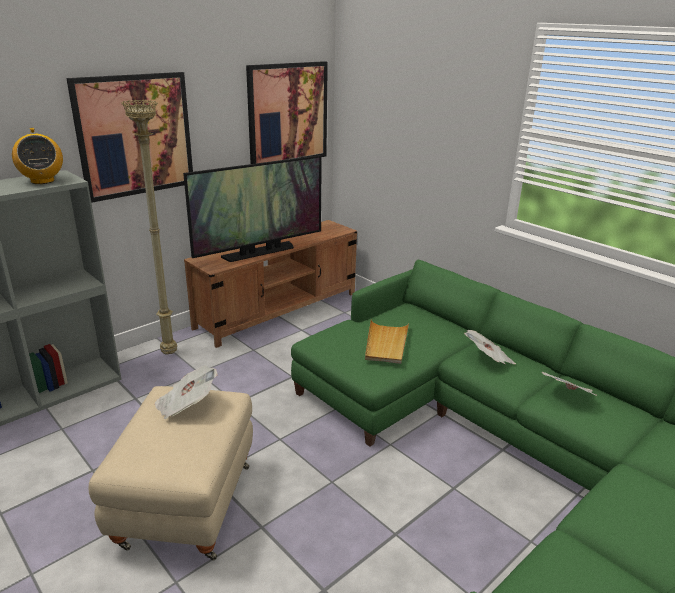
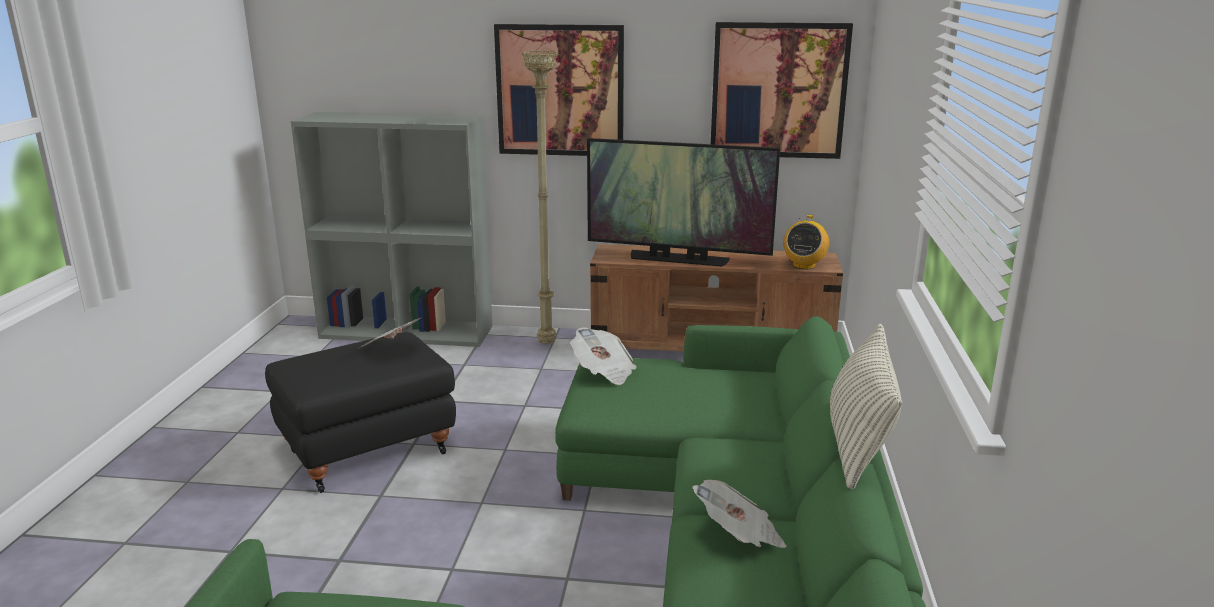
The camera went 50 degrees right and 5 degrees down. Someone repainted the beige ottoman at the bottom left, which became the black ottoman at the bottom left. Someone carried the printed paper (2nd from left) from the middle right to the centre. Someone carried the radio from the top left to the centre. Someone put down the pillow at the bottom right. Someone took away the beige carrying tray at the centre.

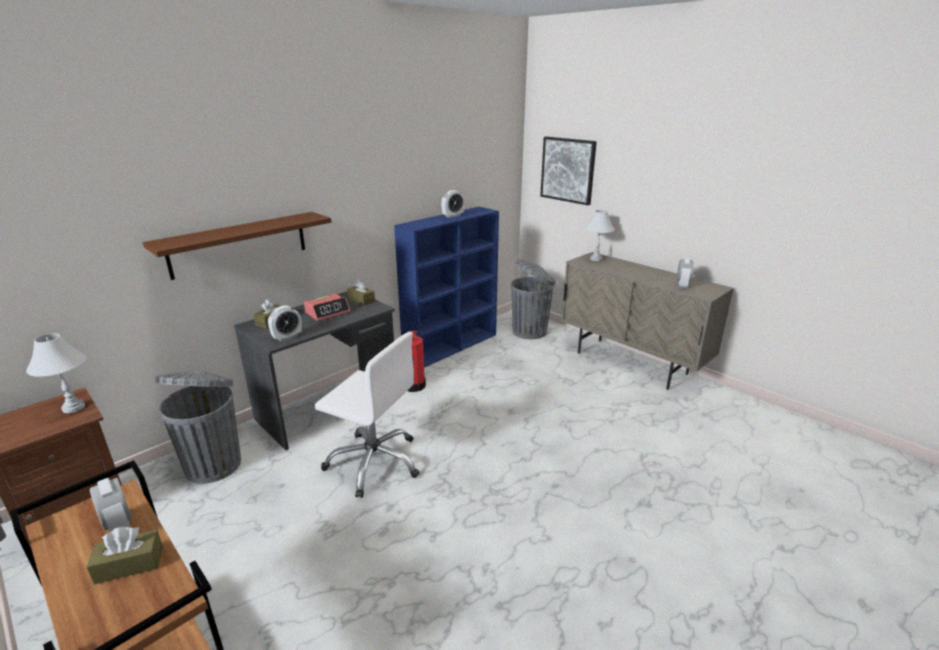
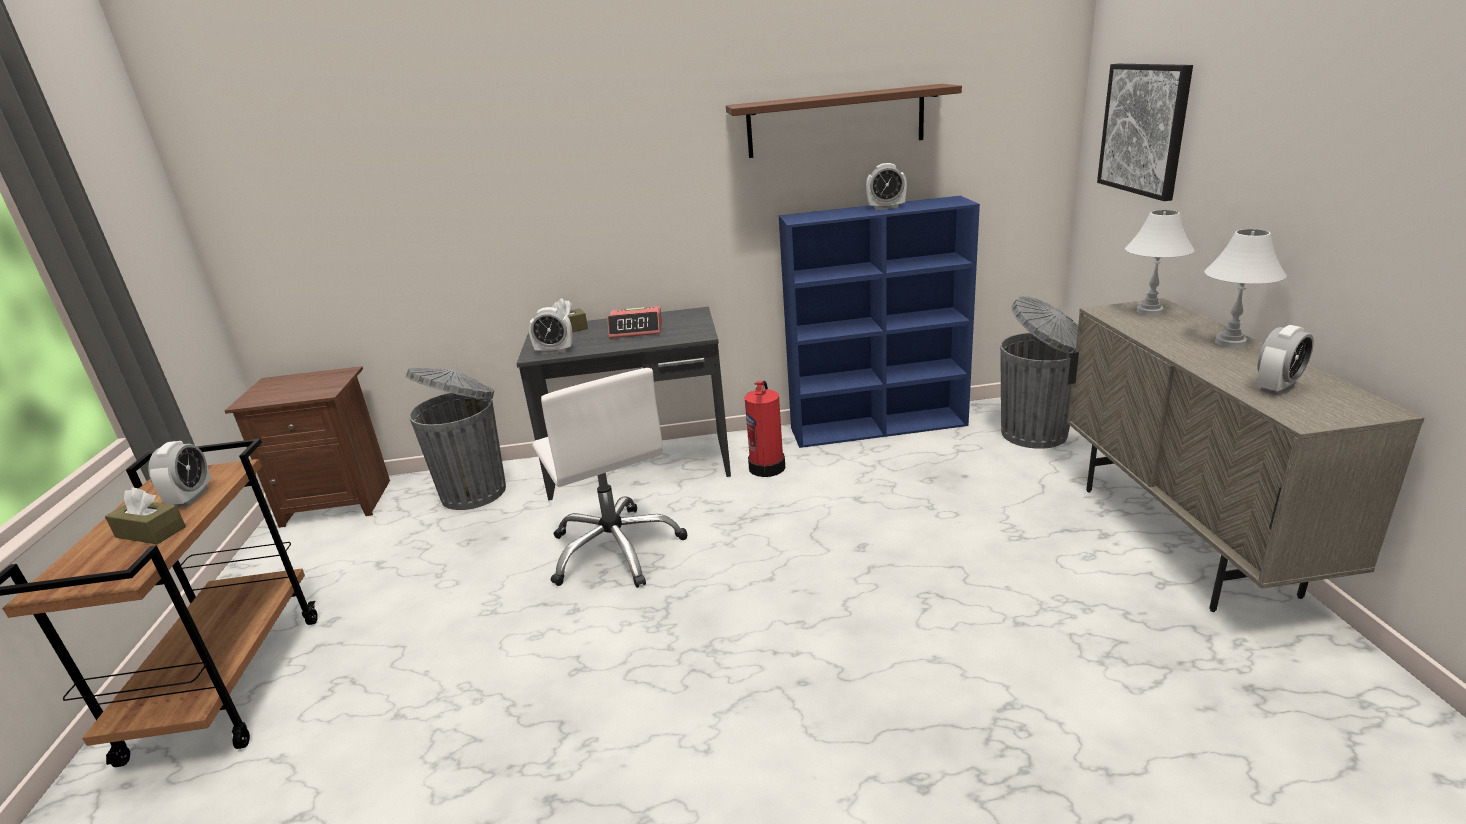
The camera went 40 degrees right and 0 degrees up. Someone carried the brown-coloured bracket shelf from the middle left to the top centre. Someone carried the white-coloured table lamp (1st from left in the first image) from the middle left to the middle right. Someone took away the brown-coloured tissue holder (3rd from left) at the centre.

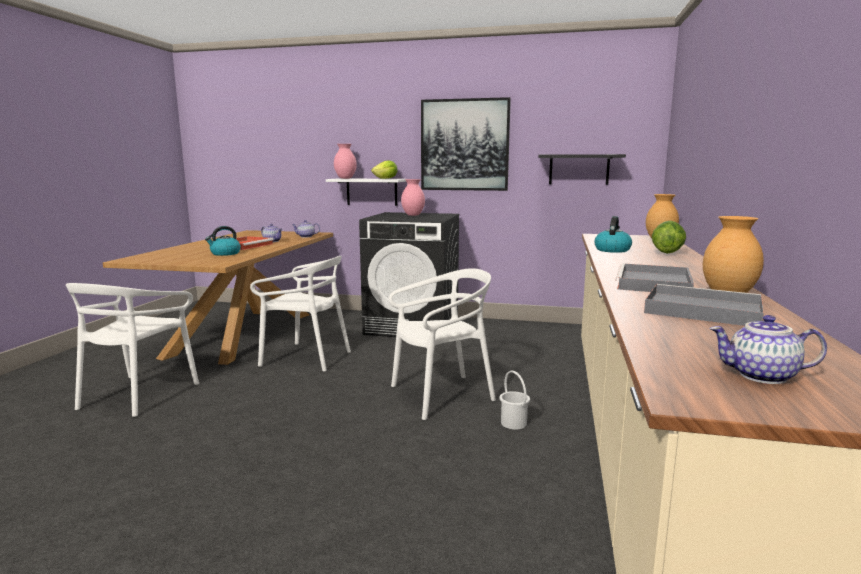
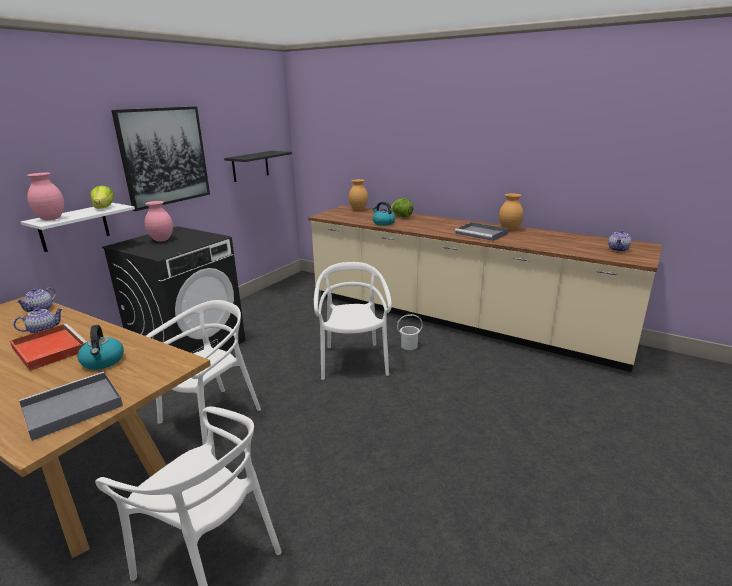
The camera went 70 degrees left and 10 degrees up. Someone carried the greyish carrying tray (2nd from left in the first image) from the middle right to the bottom left.

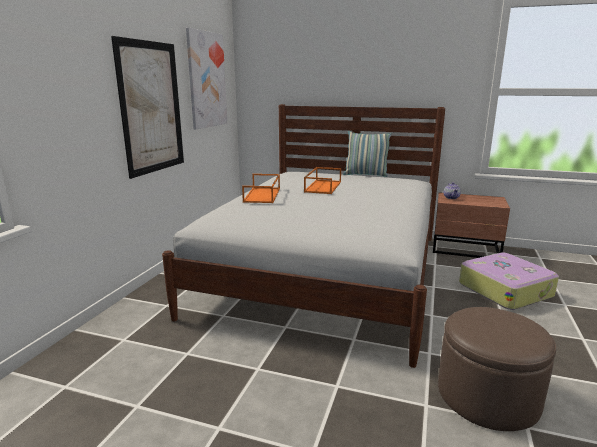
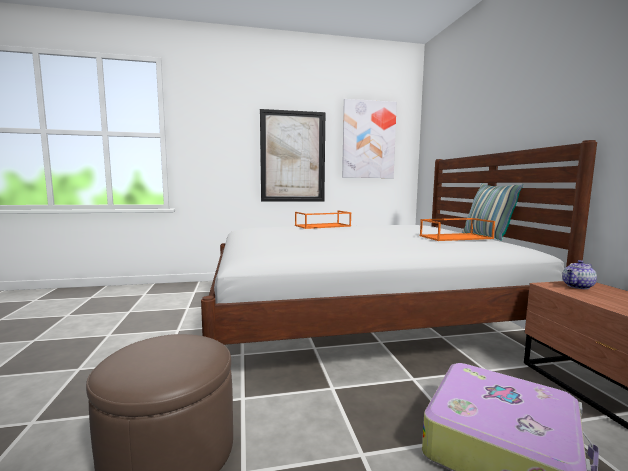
The camera went 60 degrees right and 10 degrees down. Someone carried the orangey carrying tray (2nd from left) from the centre to the middle right.

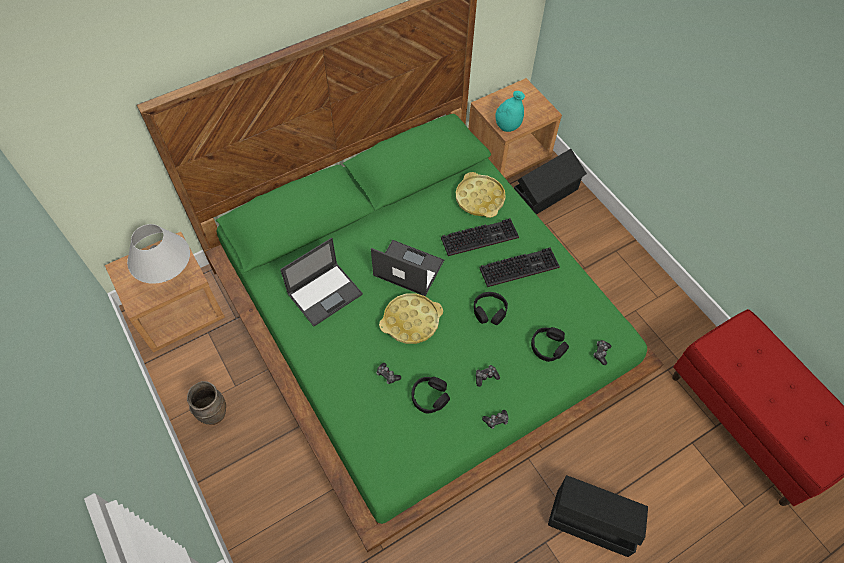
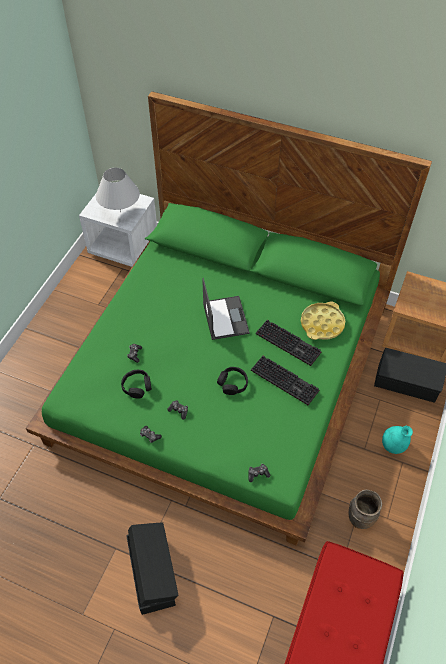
The camera went 55 degrees right and 5 degrees down. Someone repainted the brown-coloured night table (1st from left) at the middle left, which became the white-coloured night table at the middle left. Someone carried the brown-coloured vase from the bottom left to the bottom right. Someone carried the turquoise vase from the top centre to the middle right. Someone took away the notebook computer (1st from left) at the centre. Someone took away the yellowish carrying tray (1st from left) at the centre. Someone took away the black headphones (3rd from left) at the centre.

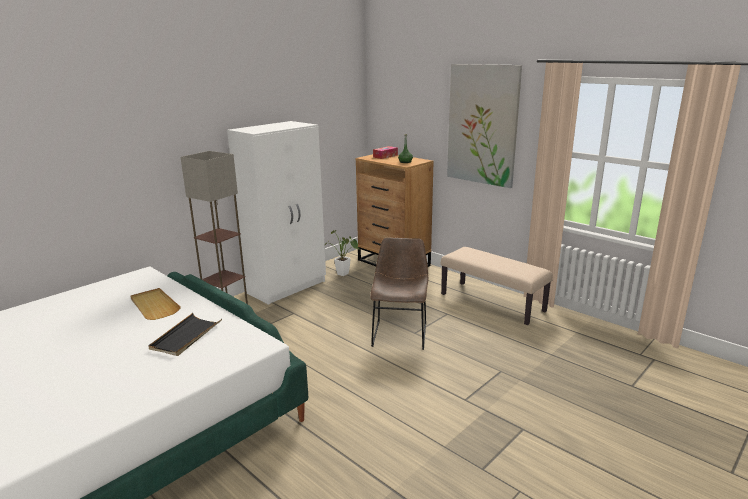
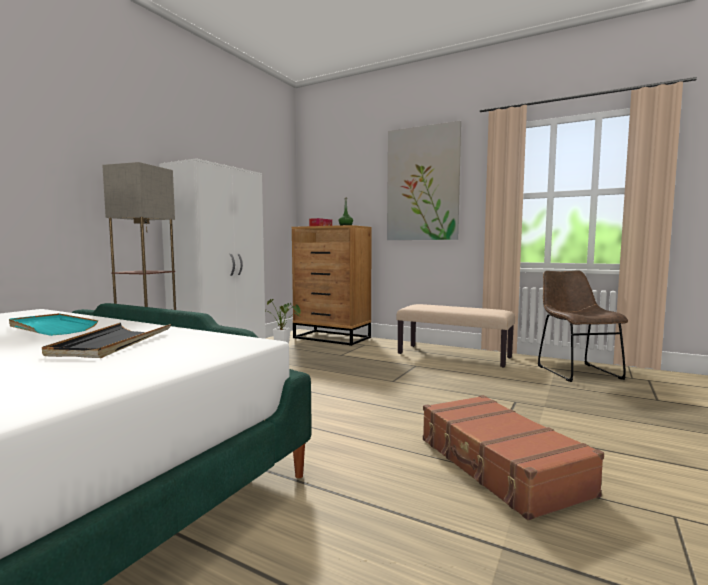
The camera went 15 degrees left and 15 degrees down. Someone repainted the beige carrying tray at the middle left, which became the turquoise carrying tray at the middle left. Someone put down the brown-coloured suitcase at the bottom right. Someone carried the brown-coloured upright chair from the centre to the middle right.

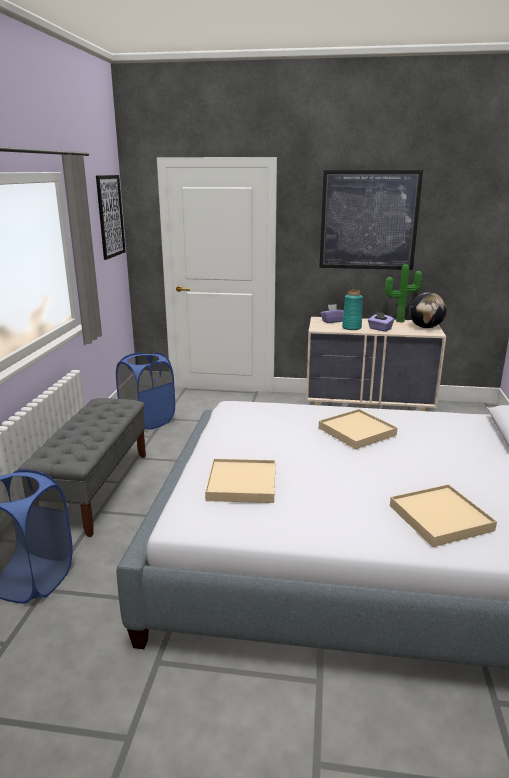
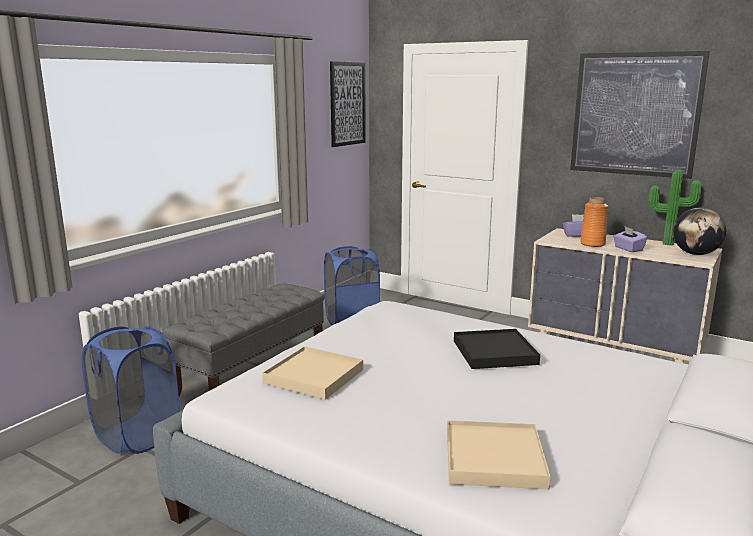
The camera went 25 degrees right and 5 degrees down. Someone repainted the beige carrying tray (2nd from left) at the middle right, which became the black carrying tray at the centre. Someone repainted the turquoise vase at the middle right, which became the orangey vase at the middle right.

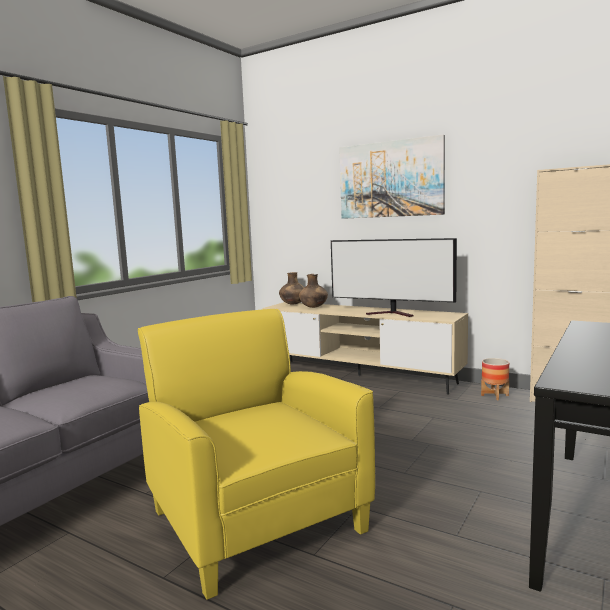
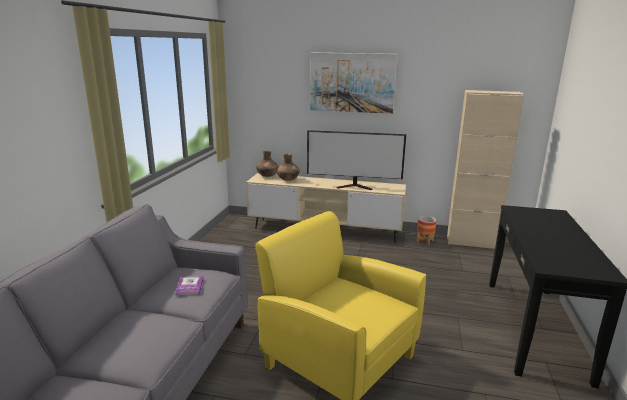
The camera went 20 degrees left and 10 degrees up. Someone put down the volume at the bottom left.

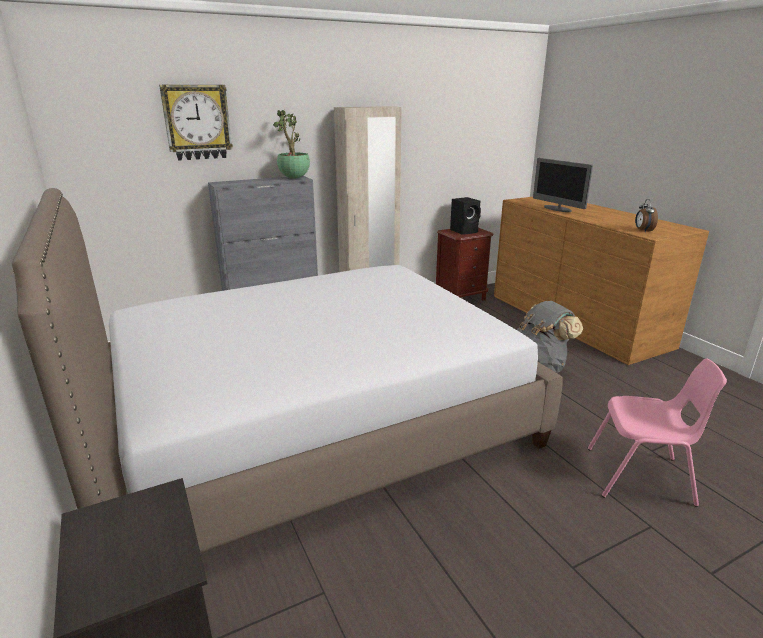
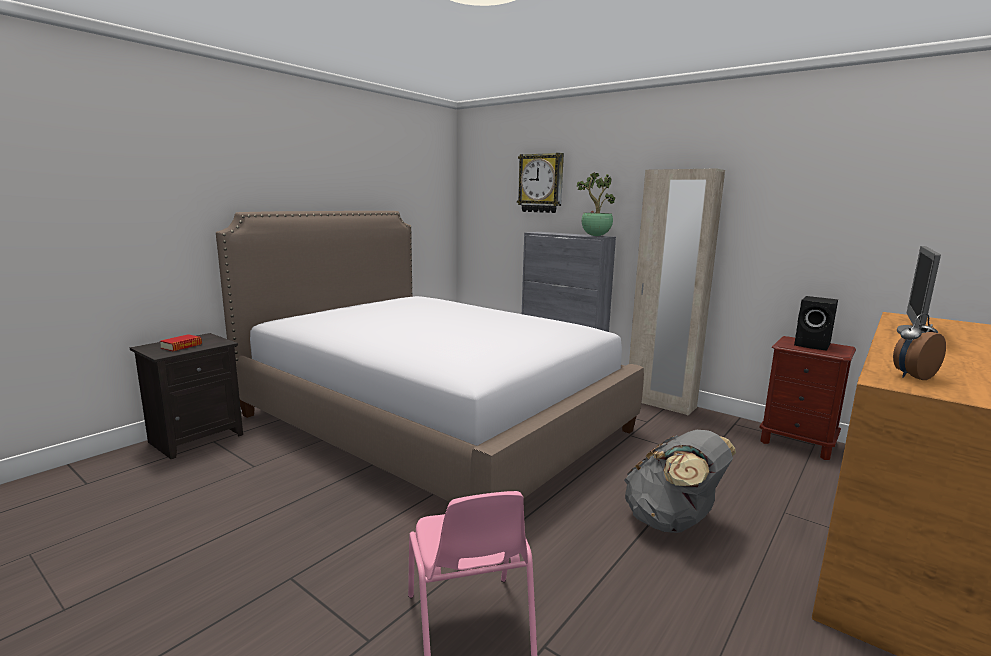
The camera went 65 degrees right and 10 degrees down. Someone put down the volume at the middle left.

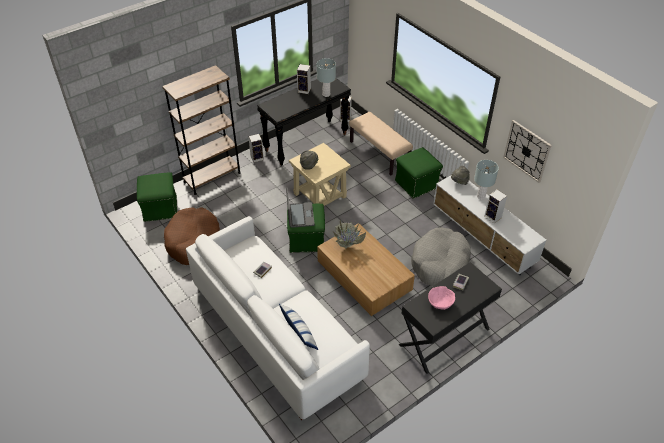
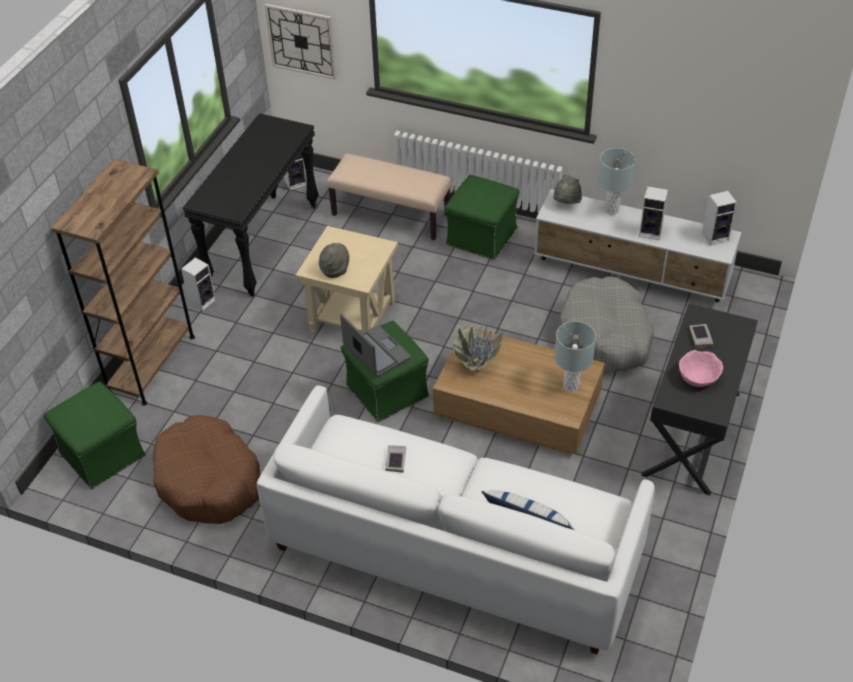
The camera went 30 degrees left and 0 degrees up. Someone carried the wall clock from the middle right to the top centre. Someone carried the greyish table lamp (1st from left) from the top centre to the middle right. Someone carried the loudspeaker (2nd from left in the first image) from the top centre to the top right.

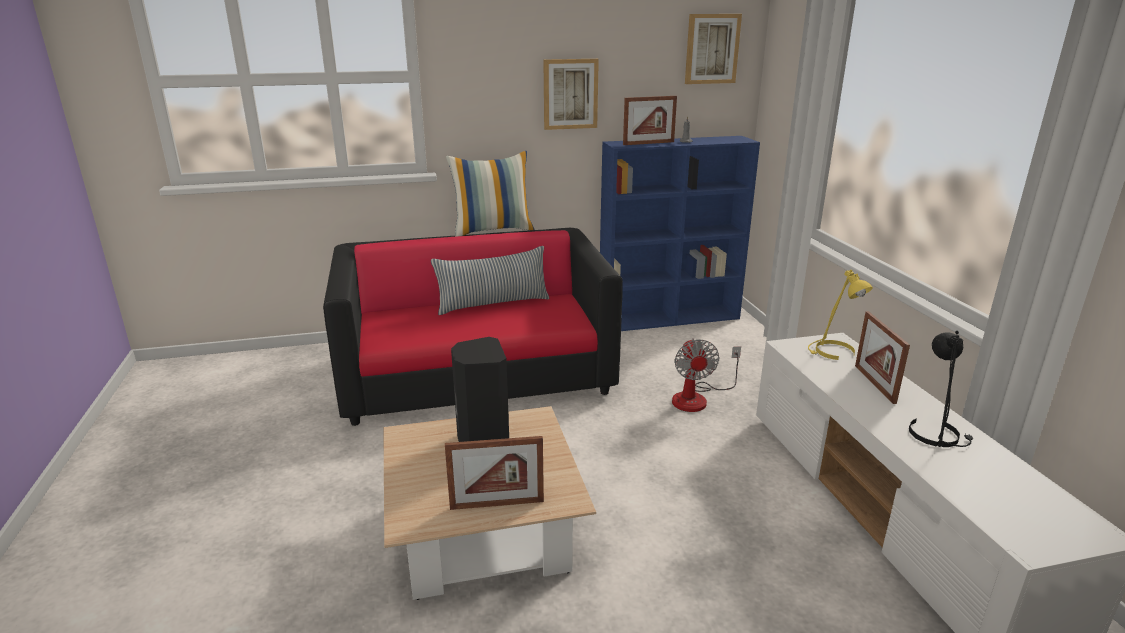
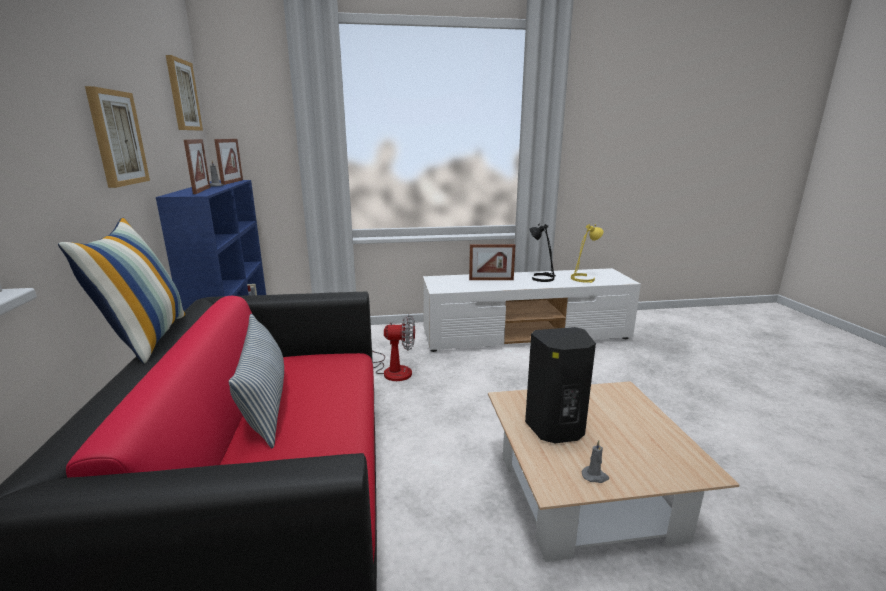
The camera went 85 degrees left and 5 degrees down. Someone carried the picture frame (1st from left in the first image) from the bottom centre to the top left. Someone carried the yellowish table lamp from the middle right to the centre. Someone put down the greyish wax candle (2nd from left) at the bottom right.

